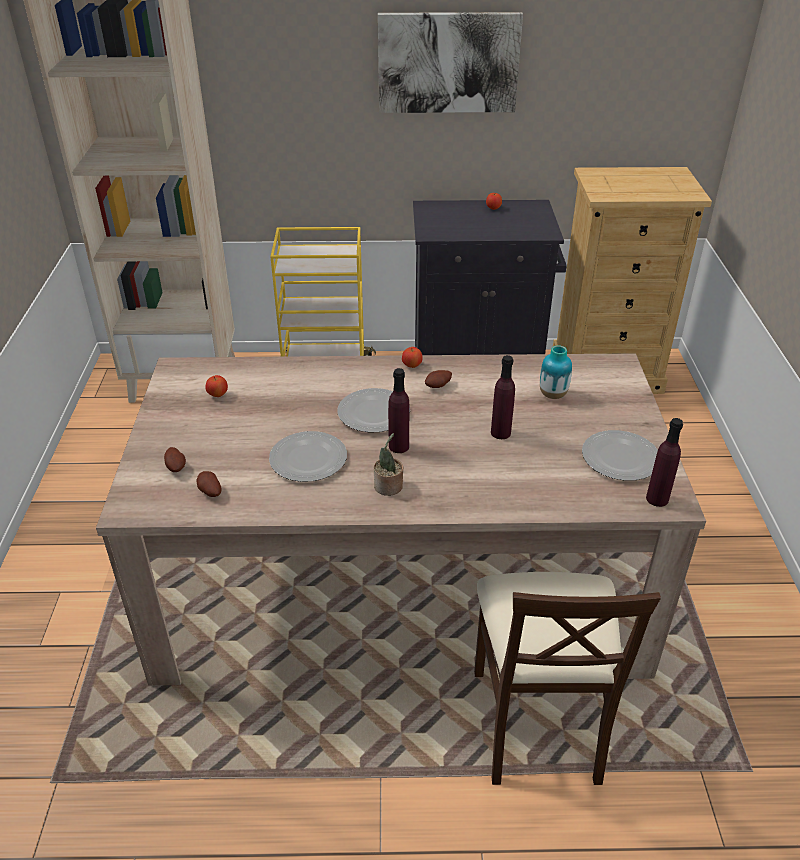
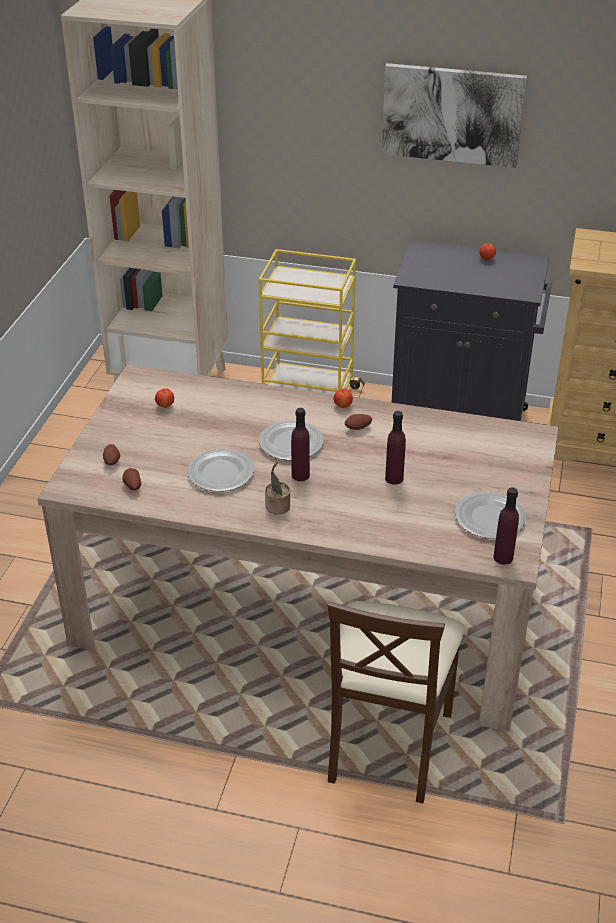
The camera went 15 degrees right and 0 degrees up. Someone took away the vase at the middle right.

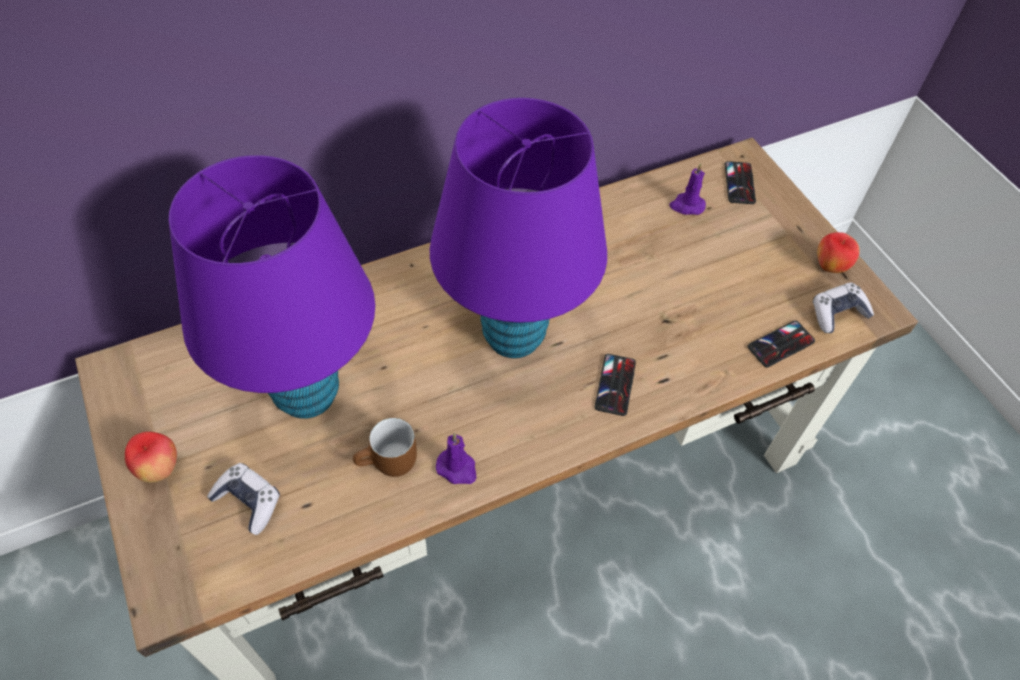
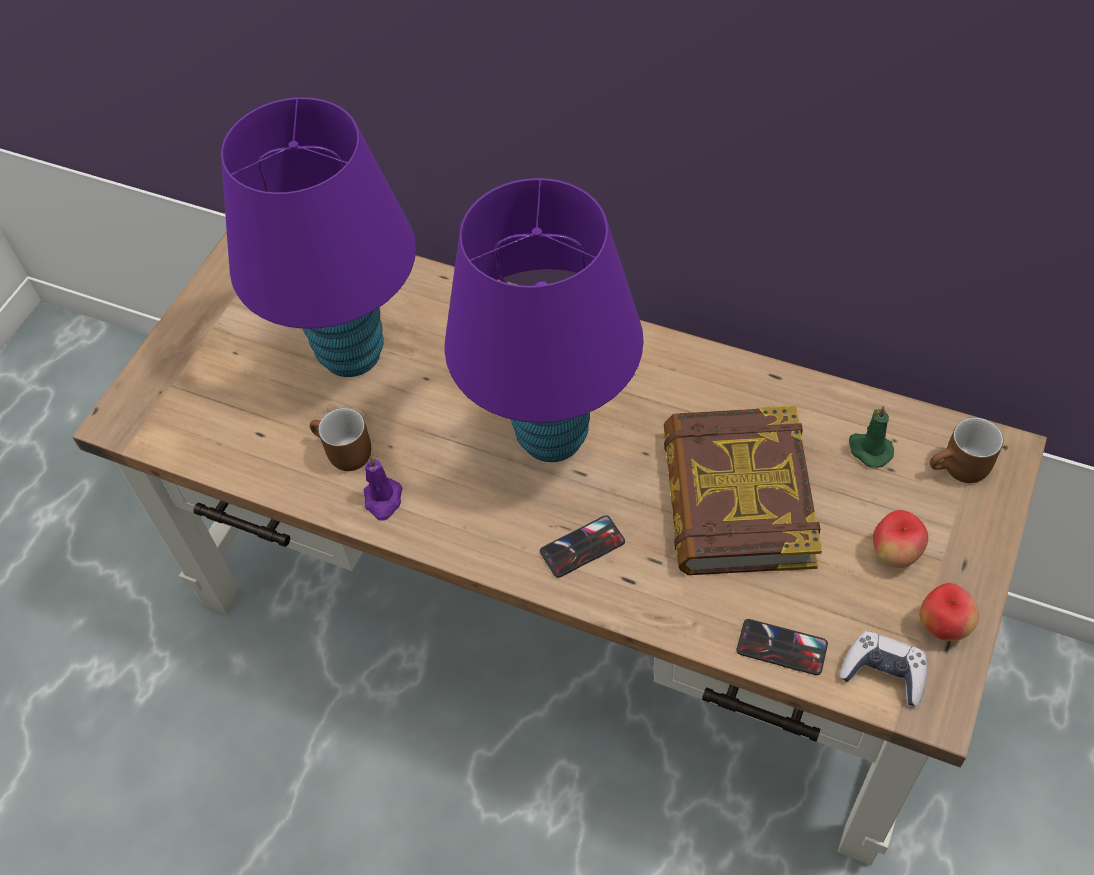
The camera went 55 degrees right and 0 degrees up. Someone put down the volume at the middle right. Someone repainted the purplish wax candle (2nd from left) at the top right, which became the green wax candle at the middle right. Someone carried the apple (1st from left) from the bottom left to the middle right. Someone swapped the phone (2nd from left) at the top right for the brown-coloured tea mug (2nd from left) at the middle right. Someone took away the joypad (1st from left) at the bottom left.

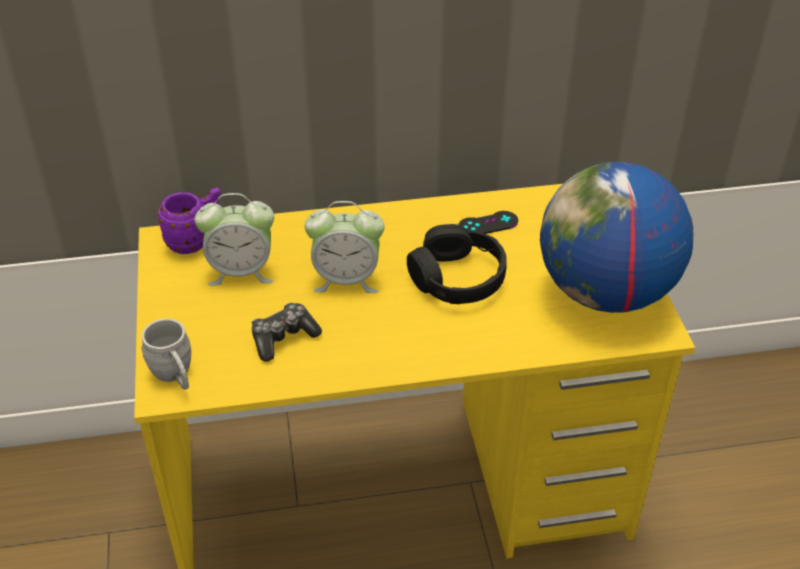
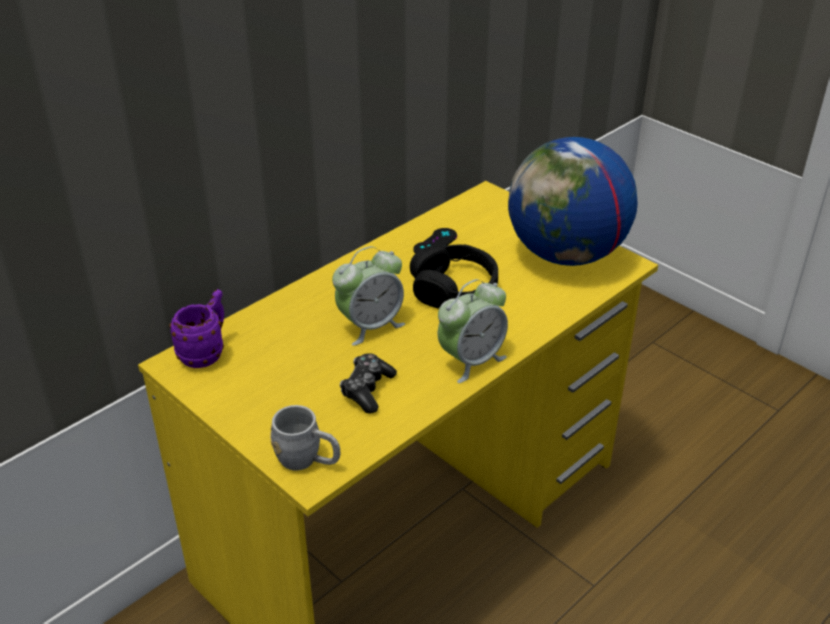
The camera went 35 degrees left and 5 degrees down. Someone carried the alarm clock (1st from left in the first image) from the middle left to the centre.

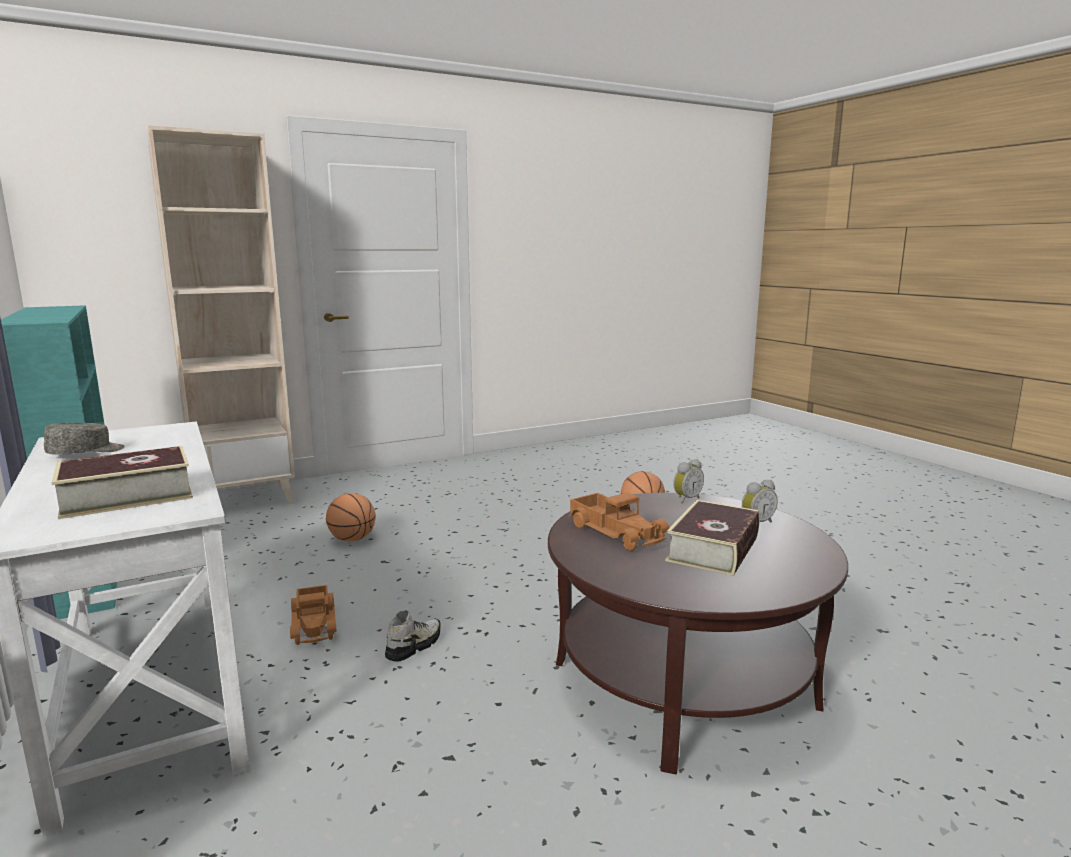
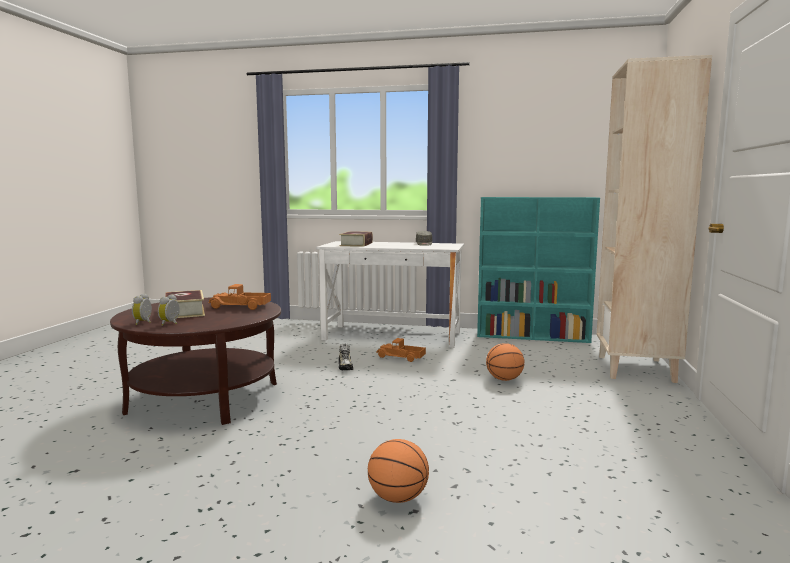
The camera went 130 degrees right and 5 degrees down. Someone carried the alarm clock (1st from left) from the centre to the middle left.

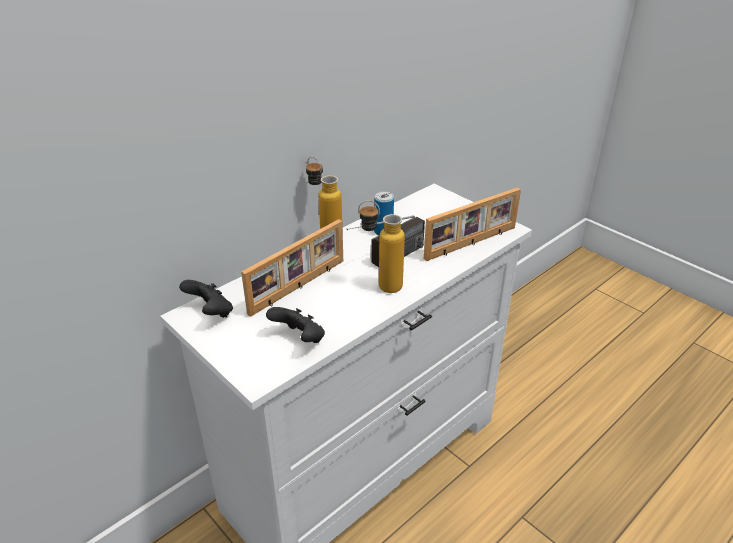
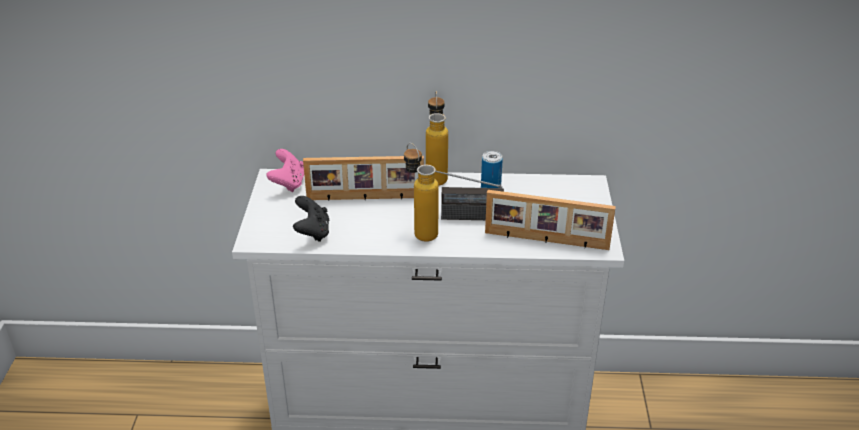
The camera went 45 degrees right and 0 degrees up. Someone repainted the black joypad (1st from left) at the middle left, which became the pink-coloured joypad at the middle left.

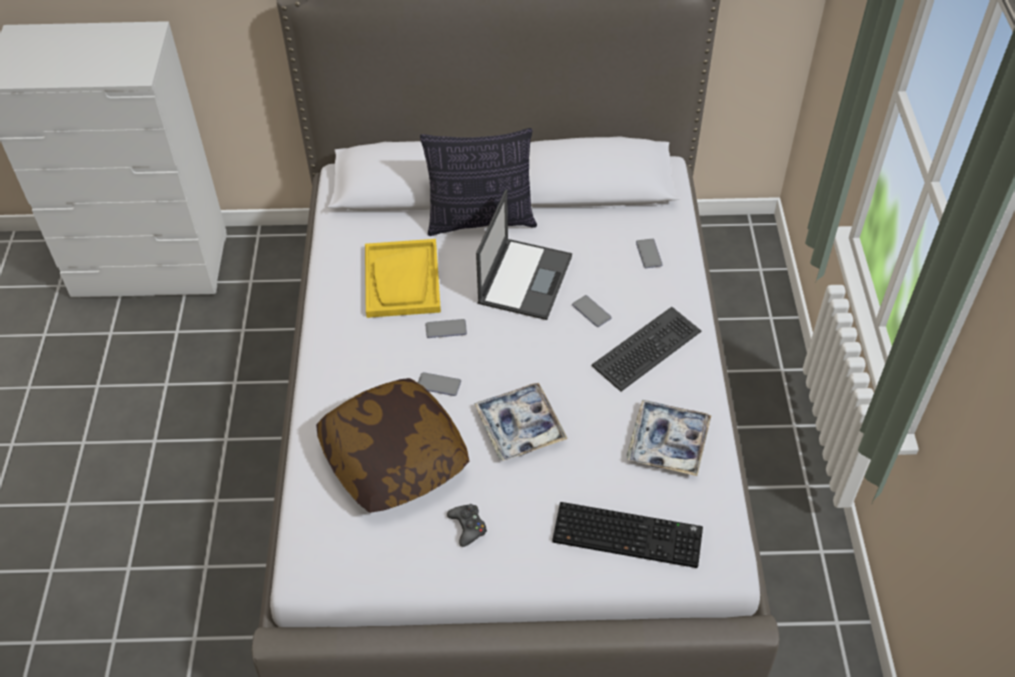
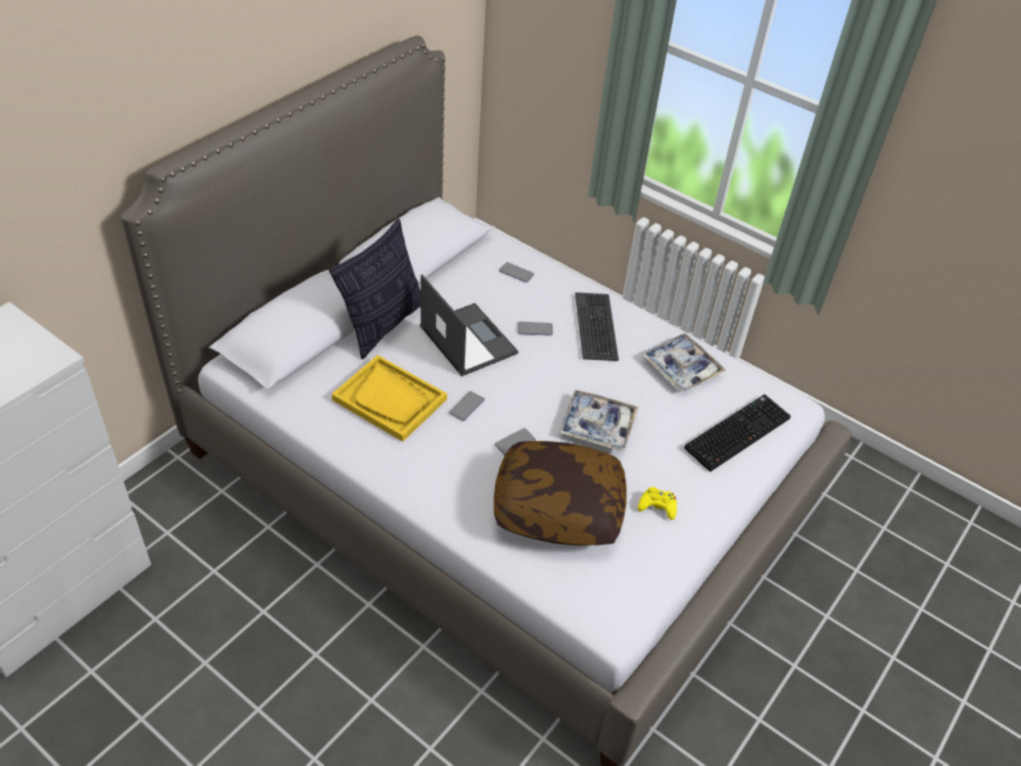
The camera went 55 degrees left and 5 degrees down. Someone repainted the black joypad at the bottom centre, which became the yellowish joypad at the centre.

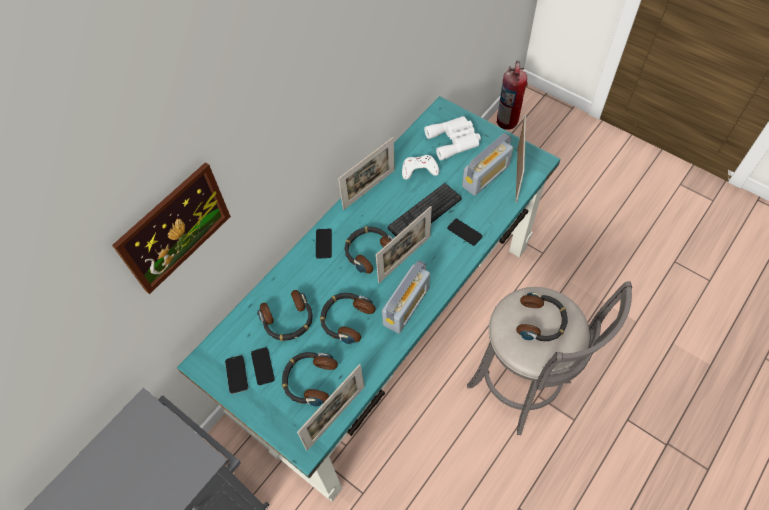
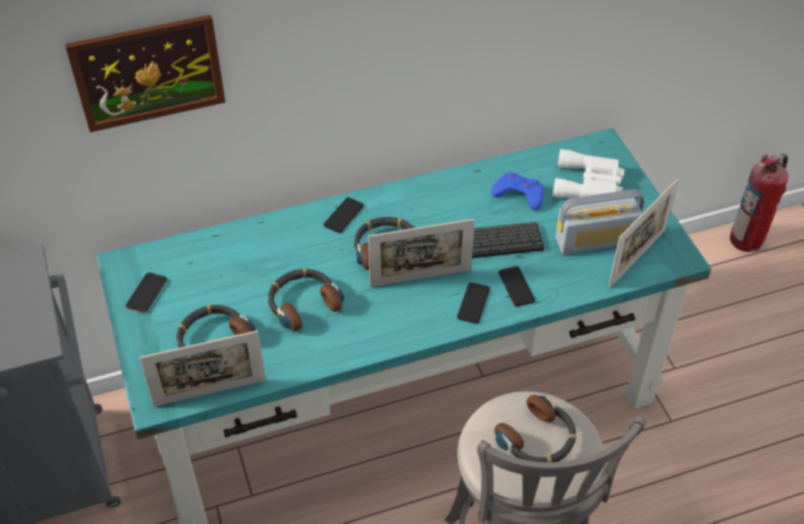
The camera went 30 degrees right and 10 degrees down. Someone carried the phone (2nd from left in the first image) from the bottom centre to the centre. Someone repainted the white-coloured joypad at the top centre, which became the blue-coloured joypad at the centre. Someone took away the headphones (1st from left) at the centre. Someone took away the picture frame (2nd from left) at the centre. Someone took away the radio (1st from left) at the centre.

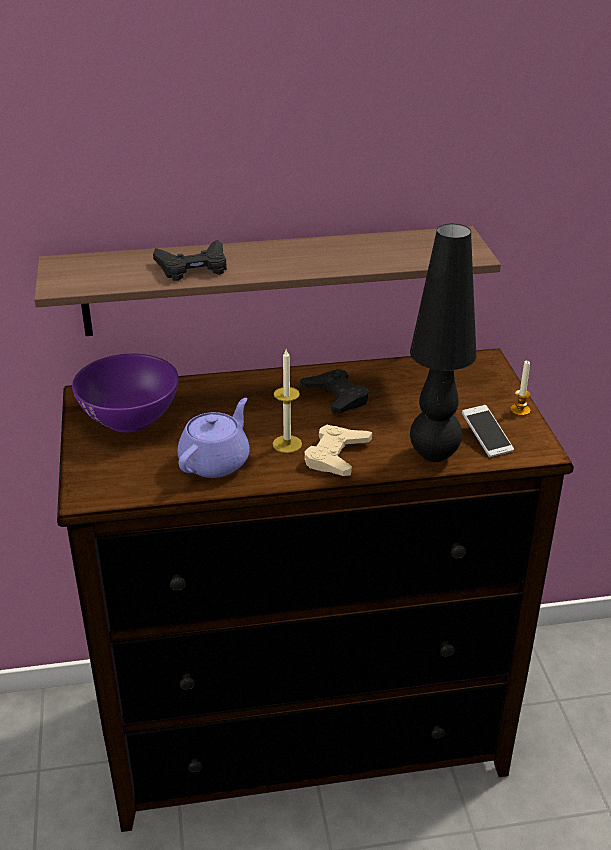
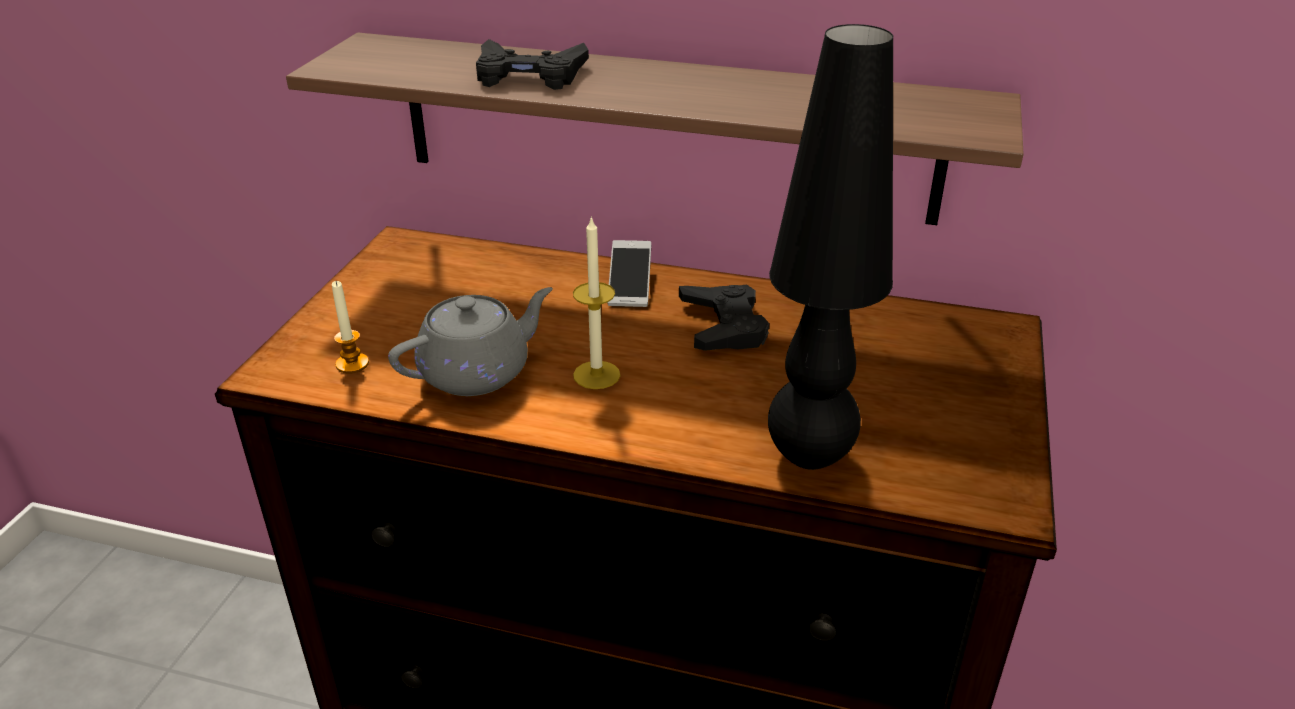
The camera went 25 degrees right and 0 degrees up. Someone carried the wax candle (2nd from left in the first image) from the middle right to the middle left. Someone repainted the purplish teapot at the centre, which became the greyish teapot at the centre. Someone carried the phone from the middle right to the centre. Someone took away the purplish bowl at the middle left. Someone took away the beige joypad at the centre.

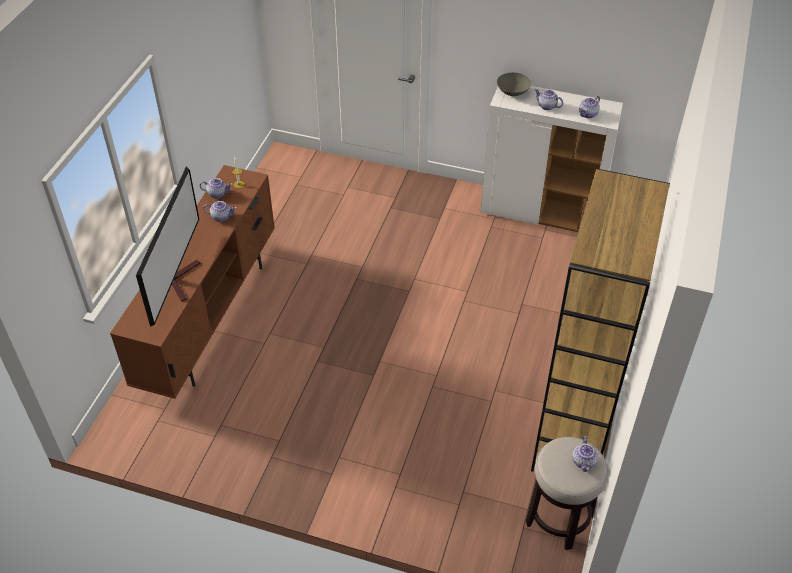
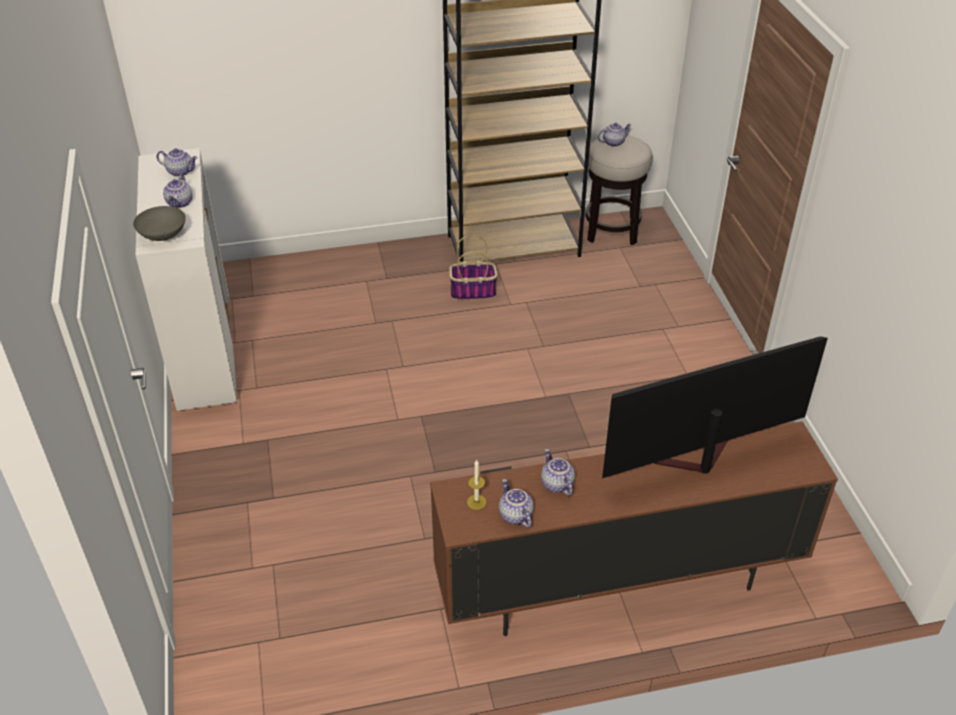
The camera went 120 degrees left and 5 degrees down. Someone put down the basket at the centre.

